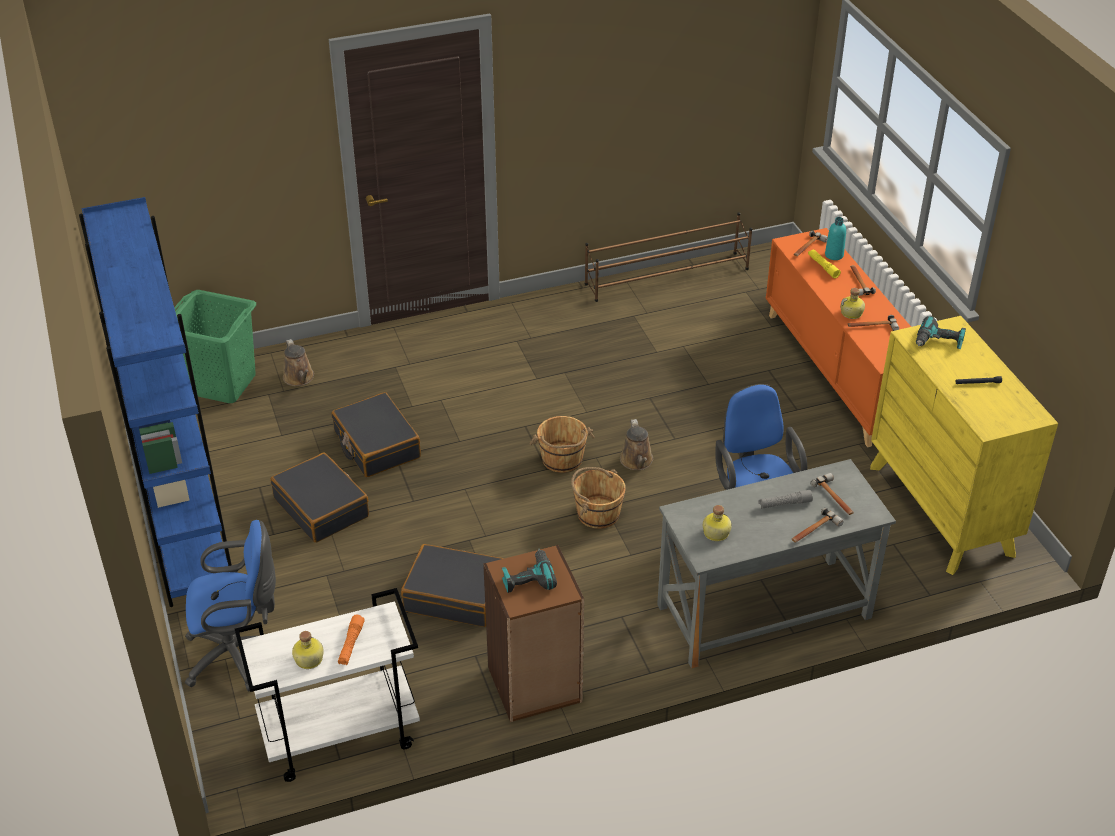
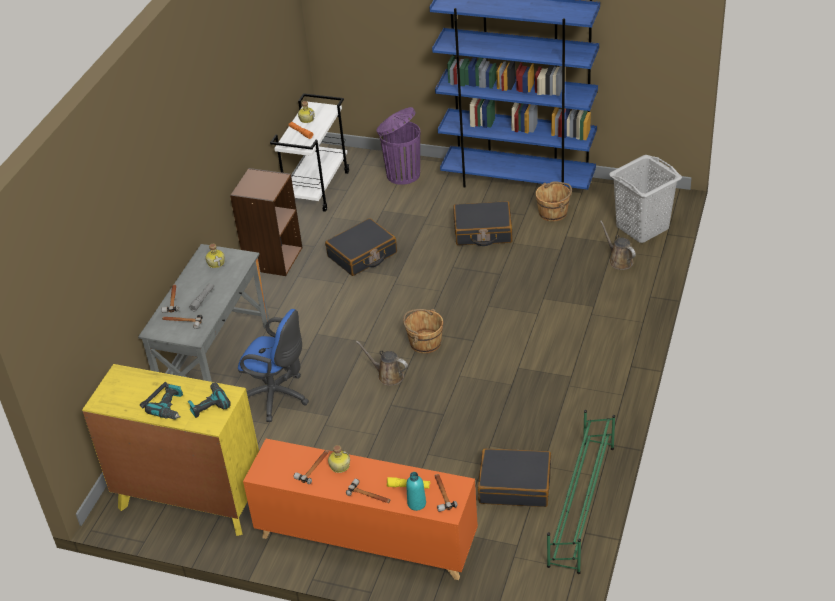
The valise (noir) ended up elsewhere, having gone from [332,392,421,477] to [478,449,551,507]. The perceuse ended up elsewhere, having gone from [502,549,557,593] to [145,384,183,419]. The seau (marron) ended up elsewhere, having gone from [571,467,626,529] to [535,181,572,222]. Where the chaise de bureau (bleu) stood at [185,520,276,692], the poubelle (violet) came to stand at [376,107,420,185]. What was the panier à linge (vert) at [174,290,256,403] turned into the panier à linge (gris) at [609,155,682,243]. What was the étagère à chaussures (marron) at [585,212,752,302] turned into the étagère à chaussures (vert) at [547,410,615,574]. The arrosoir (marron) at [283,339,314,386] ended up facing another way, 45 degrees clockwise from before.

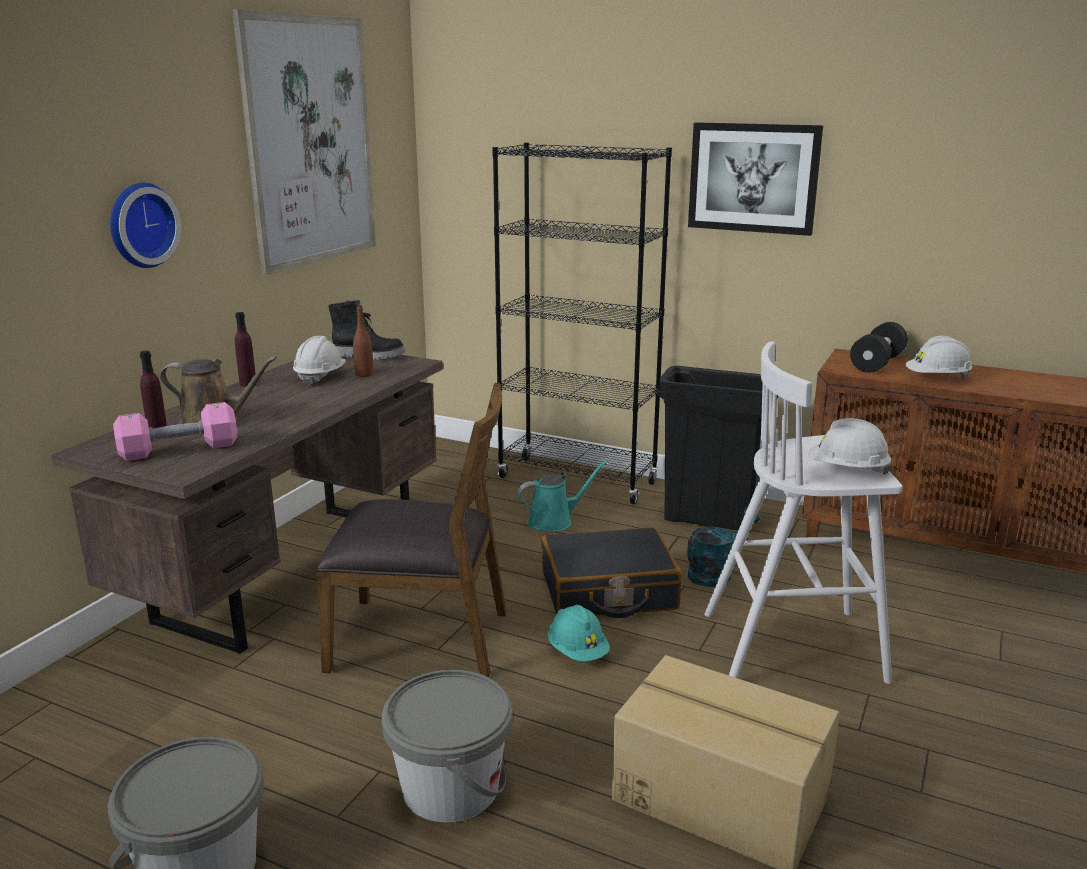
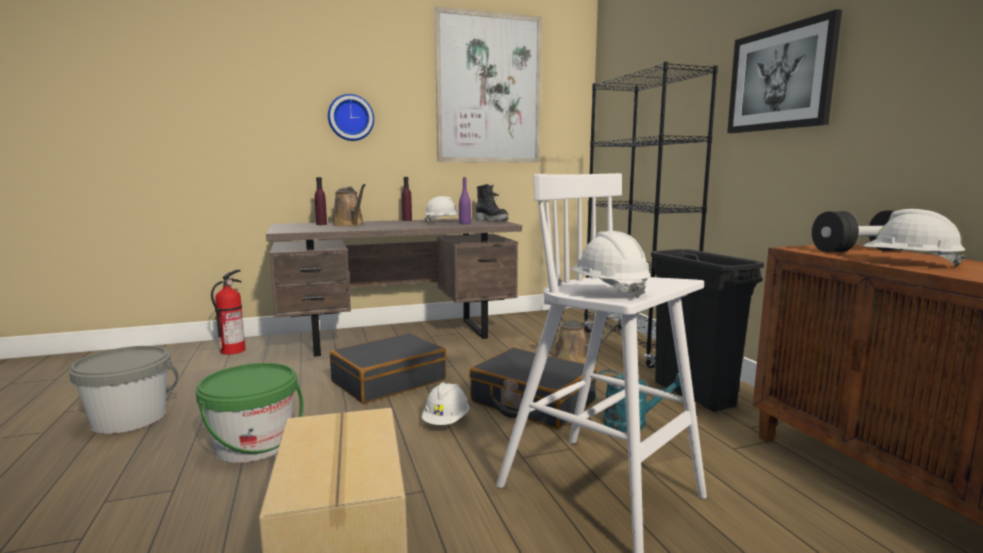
The second view lost the haltère (rose) at [113,402,237,461]. The second view gained the extincteur at [211,270,245,355]. Where the chaise (marron) stood at [316,383,506,677], the valise (noir) came to stand at [330,333,446,404]. What was the bouteille (marron) at [353,305,373,377] turned into the bouteille (violet) at [459,177,471,224]. What was the seau (gris) at [382,670,513,823] turned into the seau (vert) at [196,363,304,463]. What was the arrosoir (turquoise) at [517,461,608,531] turned into the arrosoir (marron) at [554,320,621,364]. What was the casque de chantier (turquoise) at [548,605,610,661] turned into the casque de chantier (blanc) at [422,382,469,425].

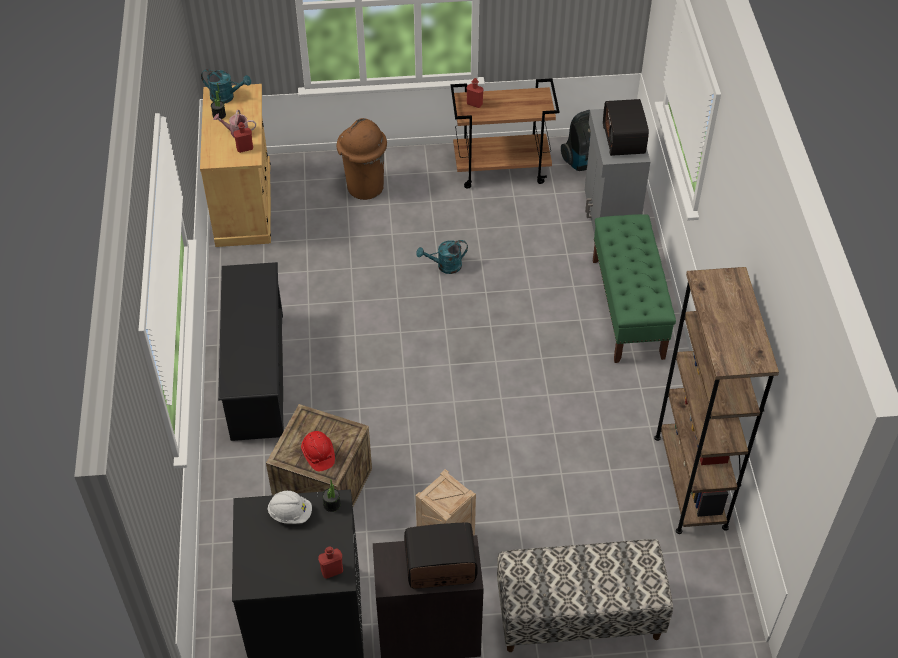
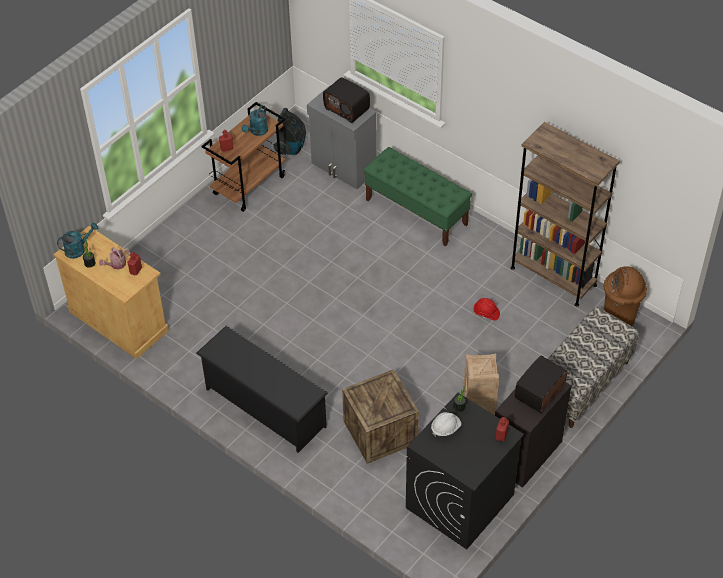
The casque de chantier (rouge) ended up elsewhere, having gone from [301,431,335,471] to [473,298,500,321]. The poubelle (marron) ended up elsewhere, having gone from [337,118,387,200] to [604,267,647,326]. The arrosoir (turquoise) ended up elsewhere, having gone from [416,240,468,274] to [242,105,268,136].

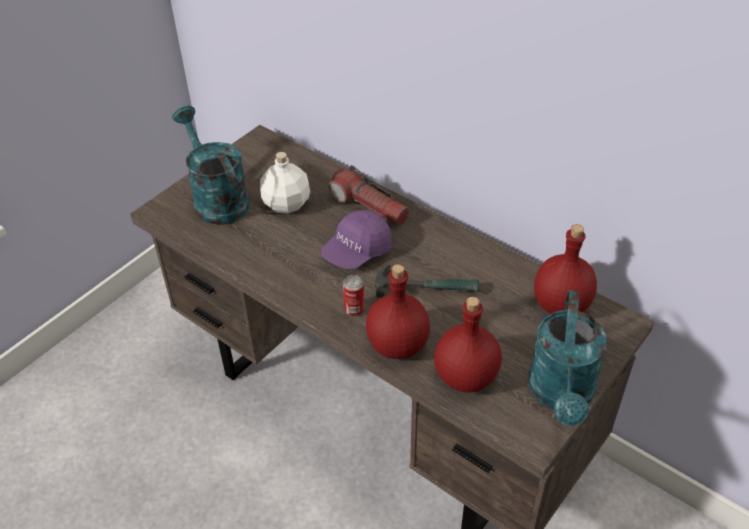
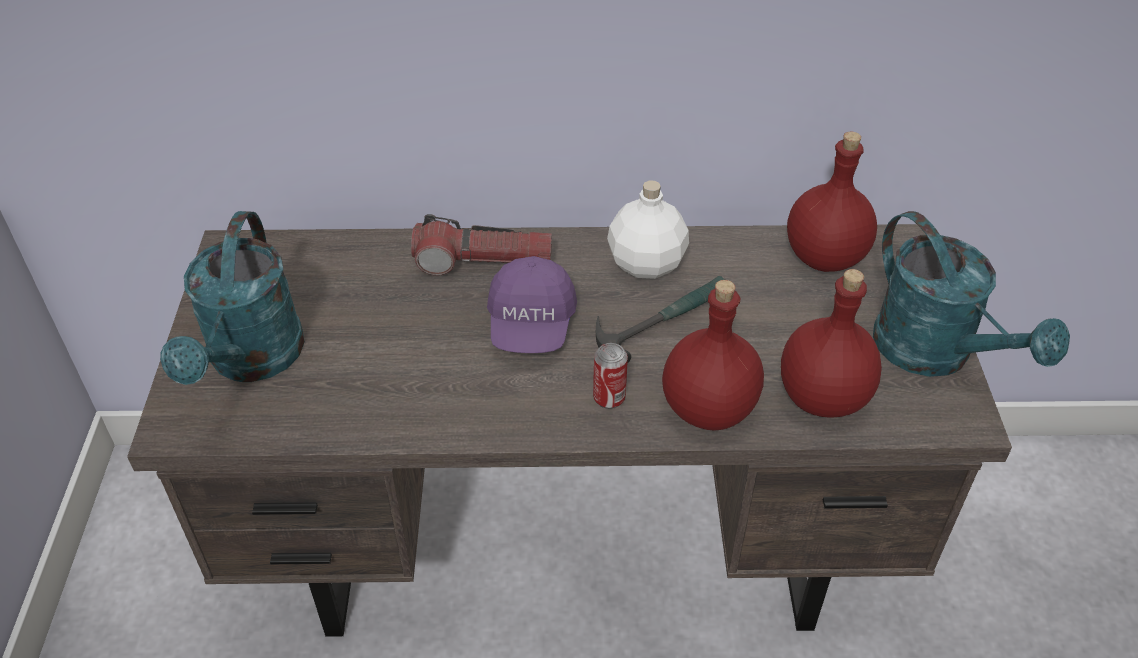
The bouteille (blanc) ended up elsewhere, having gone from [260,152,310,213] to [607,180,689,279]. The arrosoir (turquoise) at [172,106,249,225] ended up facing another way, 105 degrees counterclockwise from before.

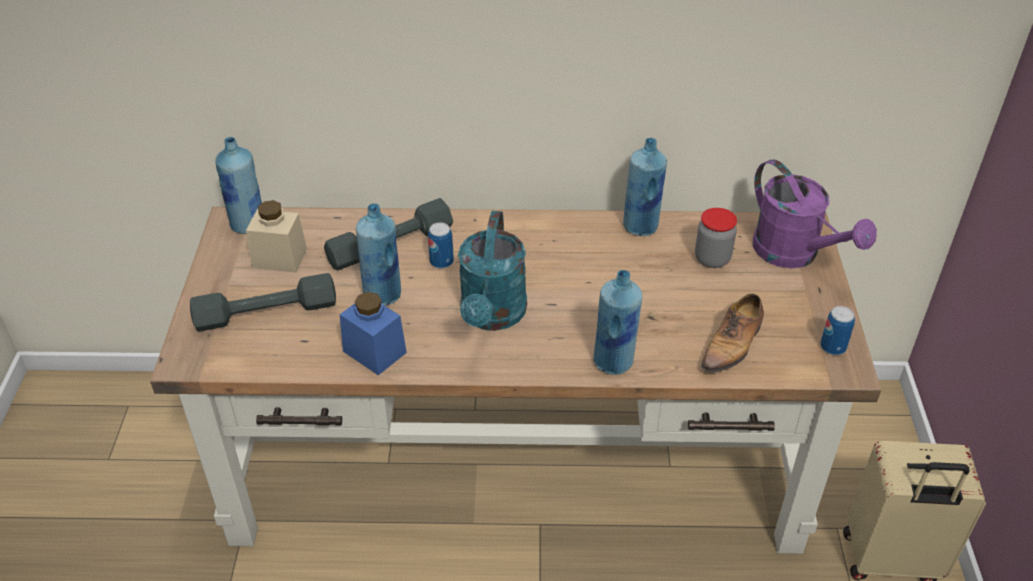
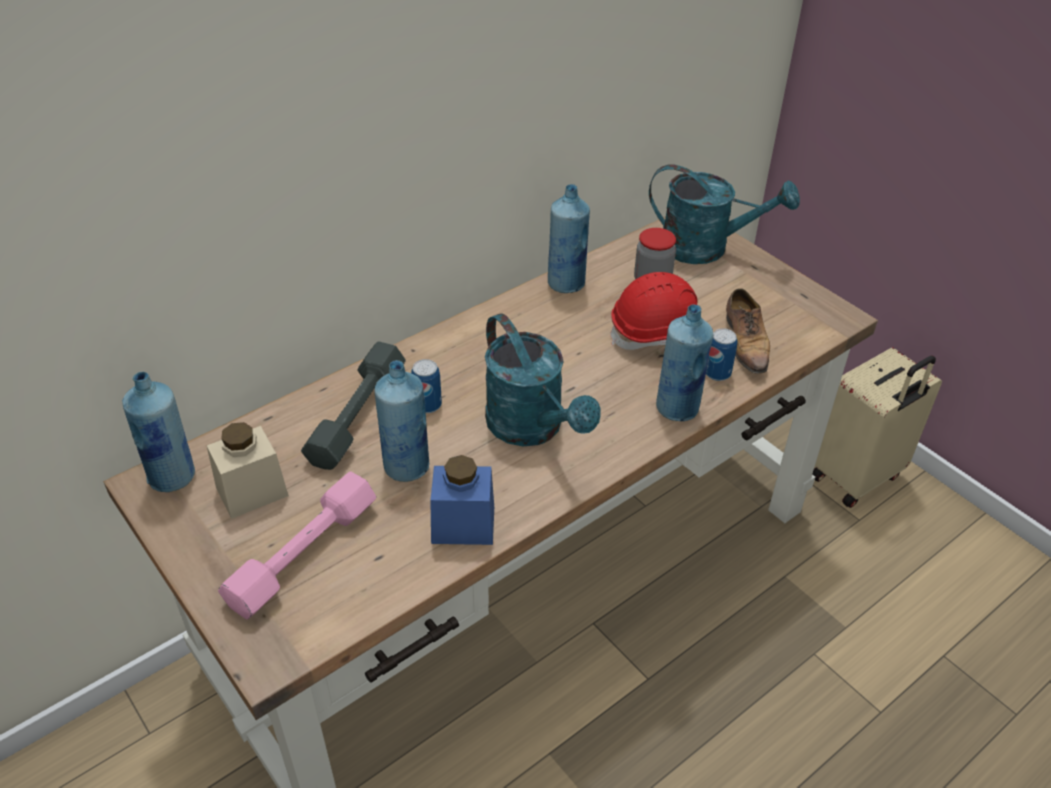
The second view gained the casque de chantier (rouge) at [610,272,697,350]. The boîte métallique ended up elsewhere, having gone from [820,306,855,355] to [706,328,737,381]. What was the haltère (gris) at [190,273,336,331] turned into the haltère (rose) at [218,471,377,619]. What was the arrosoir (violet) at [753,159,877,268] turned into the arrosoir (turquoise) at [649,164,800,264].

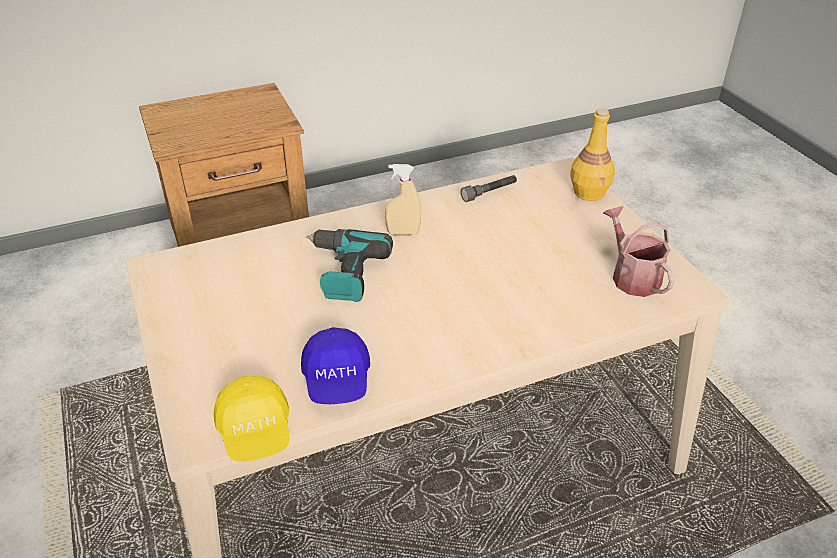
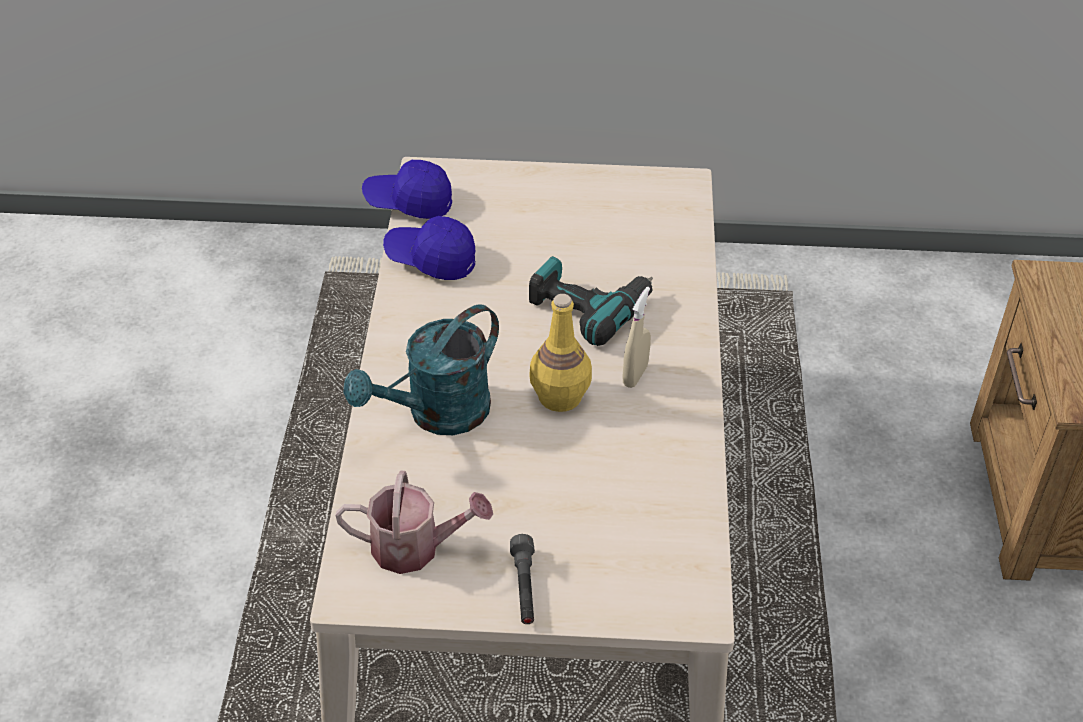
The second view gained the arrosoir (turquoise) at [344,305,499,435]. The lampe de poche (gris) ended up elsewhere, having gone from [460,175,517,202] to [510,534,535,624]. The bouteille (jaune) ended up elsewhere, having gone from [570,108,615,201] to [529,294,592,412]. What was the casquette (jaune) at [214,376,290,462] turned into the casquette (bleu) at [362,160,452,219].

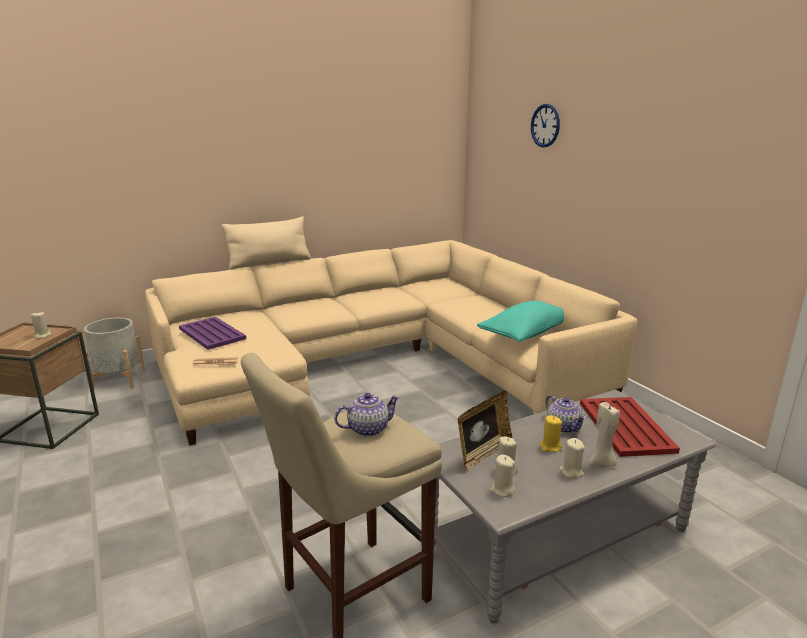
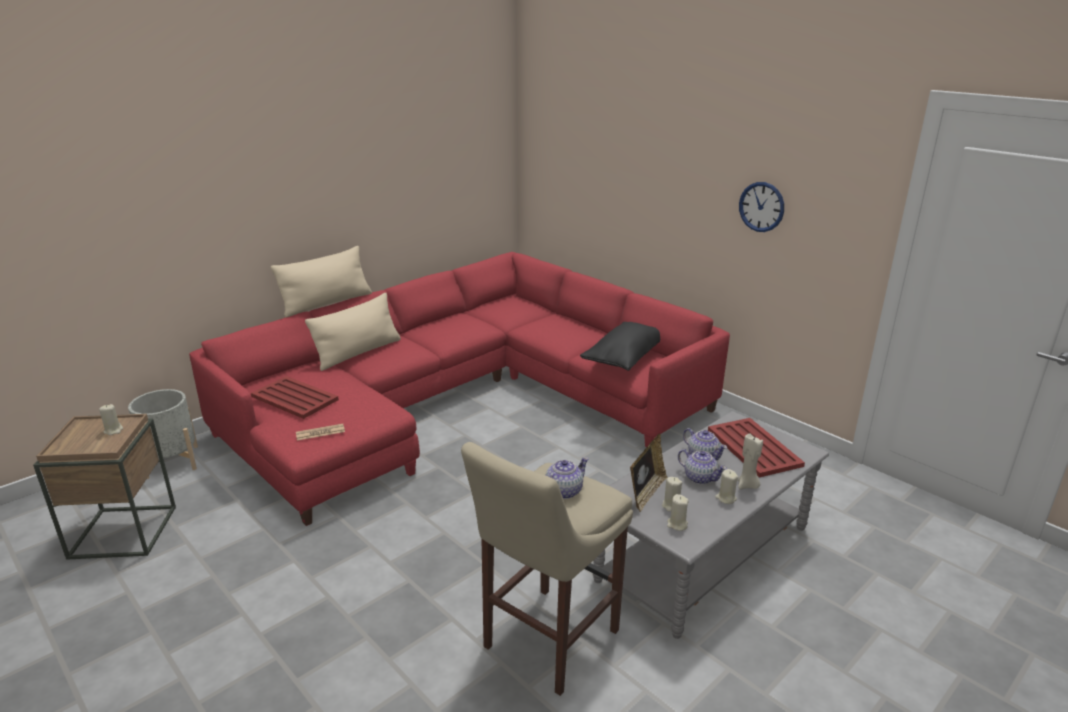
The second view gained the coussin (beige) at [305,293,401,371]. The horloge murale ended up elsewhere, having gone from [531,104,560,147] to [739,182,784,232]. Where the bougie (jaune) stood at [540,416,562,452], the théière came to stand at [678,449,727,484]. What was the canapé (beige) at [145,240,637,446] turned into the canapé (rouge) at [189,252,730,526]. What was the plateau (violet) at [179,317,246,350] turned into the plateau (rouge) at [251,376,339,419]. What was the coussin (turquoise) at [477,301,564,342] turned into the coussin (noir) at [580,322,660,371].

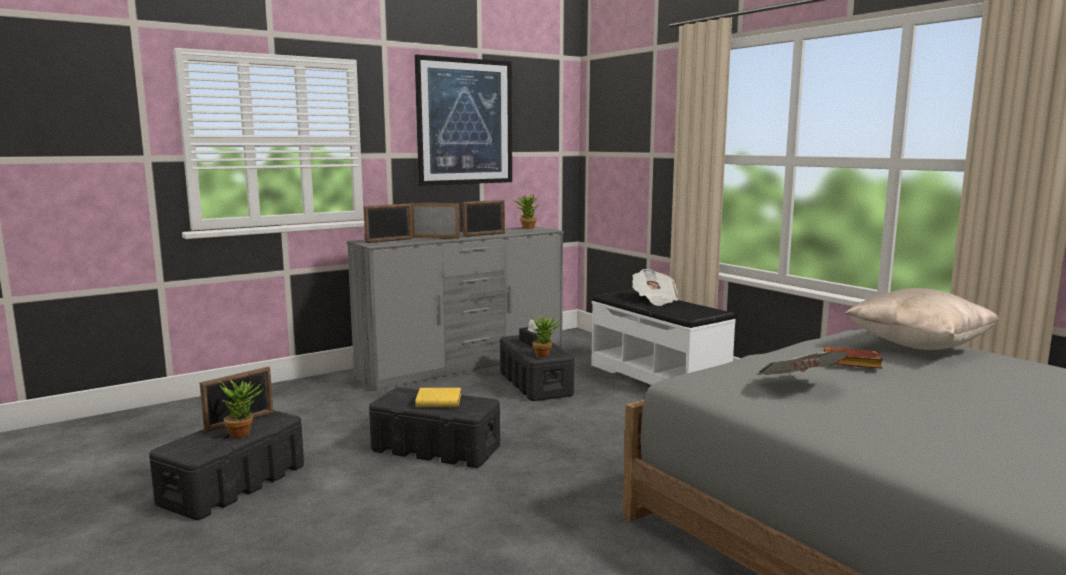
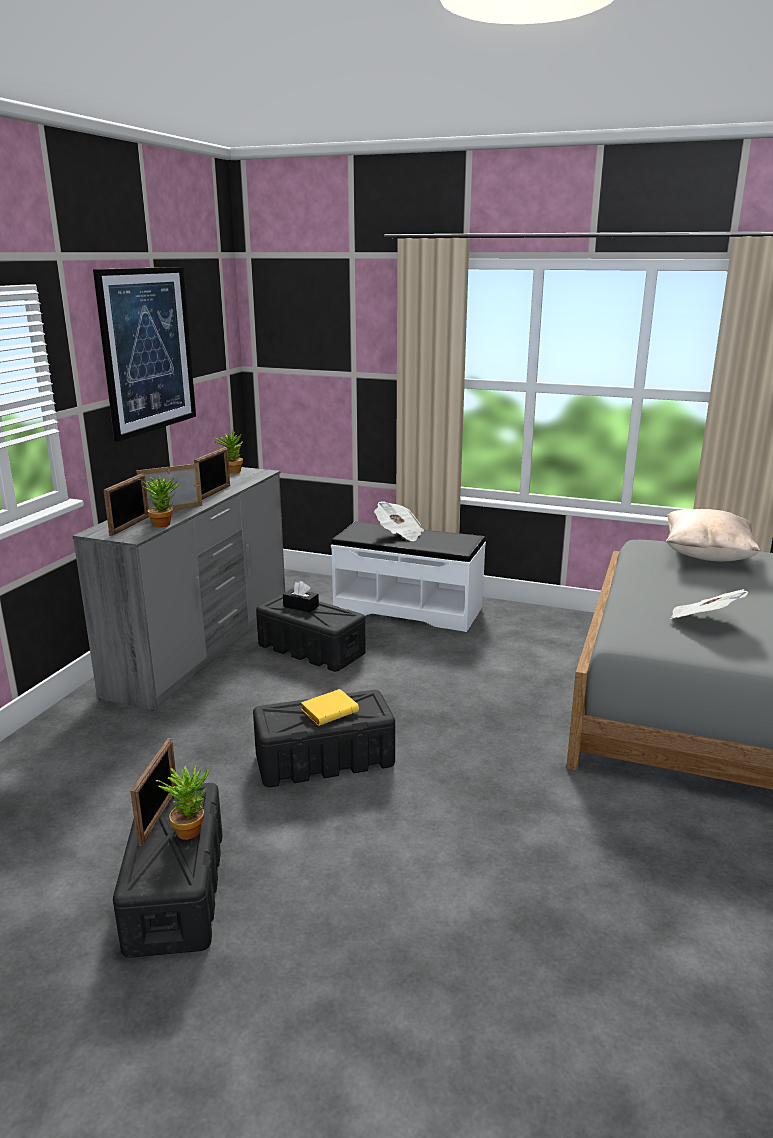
The second view lost the livre (marron) at [824,347,883,369]. The plante en pot ended up elsewhere, having gone from [532,315,560,357] to [139,476,180,528].

